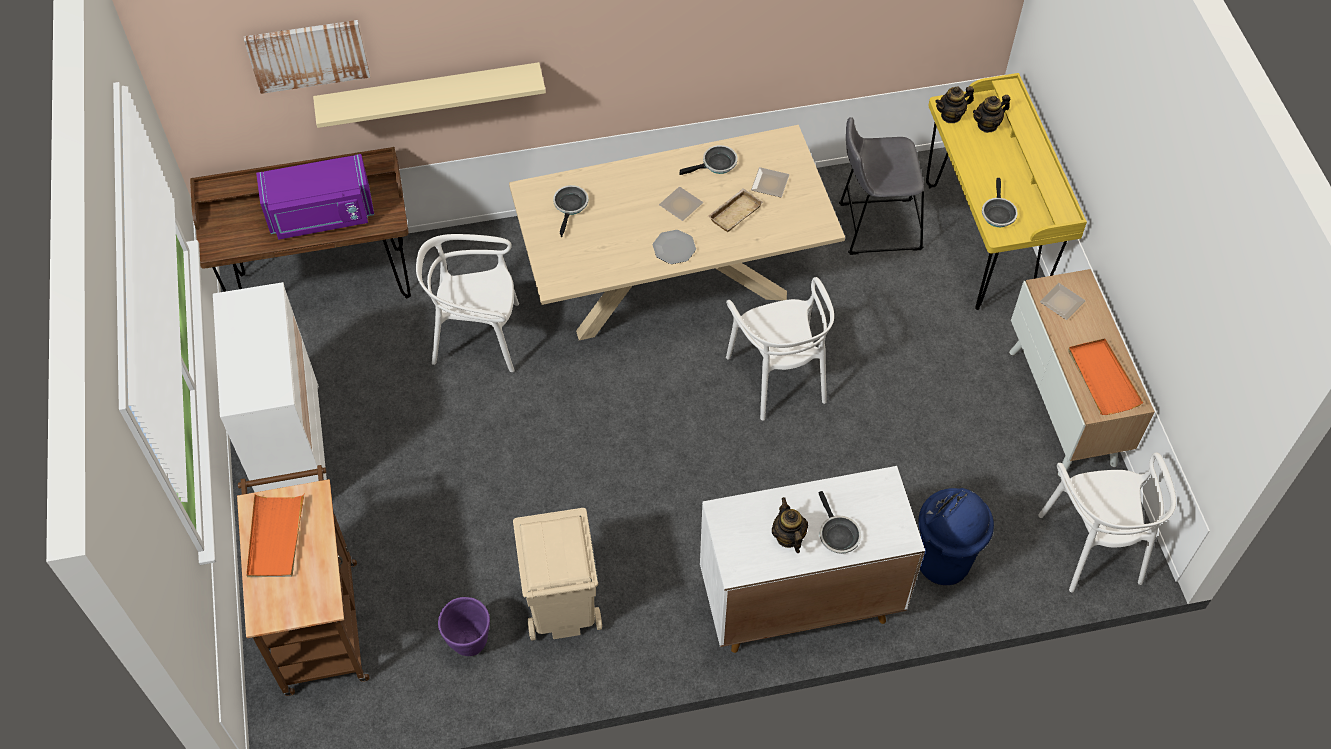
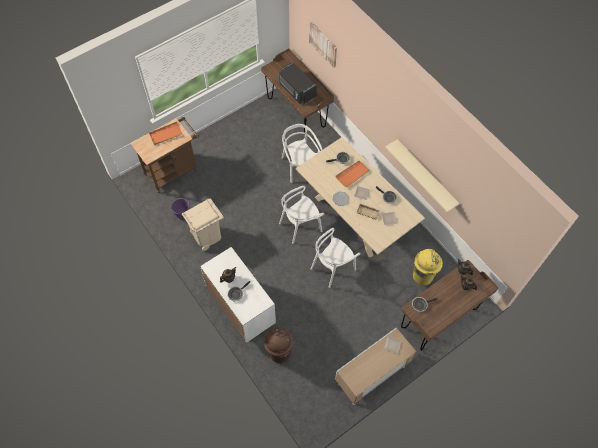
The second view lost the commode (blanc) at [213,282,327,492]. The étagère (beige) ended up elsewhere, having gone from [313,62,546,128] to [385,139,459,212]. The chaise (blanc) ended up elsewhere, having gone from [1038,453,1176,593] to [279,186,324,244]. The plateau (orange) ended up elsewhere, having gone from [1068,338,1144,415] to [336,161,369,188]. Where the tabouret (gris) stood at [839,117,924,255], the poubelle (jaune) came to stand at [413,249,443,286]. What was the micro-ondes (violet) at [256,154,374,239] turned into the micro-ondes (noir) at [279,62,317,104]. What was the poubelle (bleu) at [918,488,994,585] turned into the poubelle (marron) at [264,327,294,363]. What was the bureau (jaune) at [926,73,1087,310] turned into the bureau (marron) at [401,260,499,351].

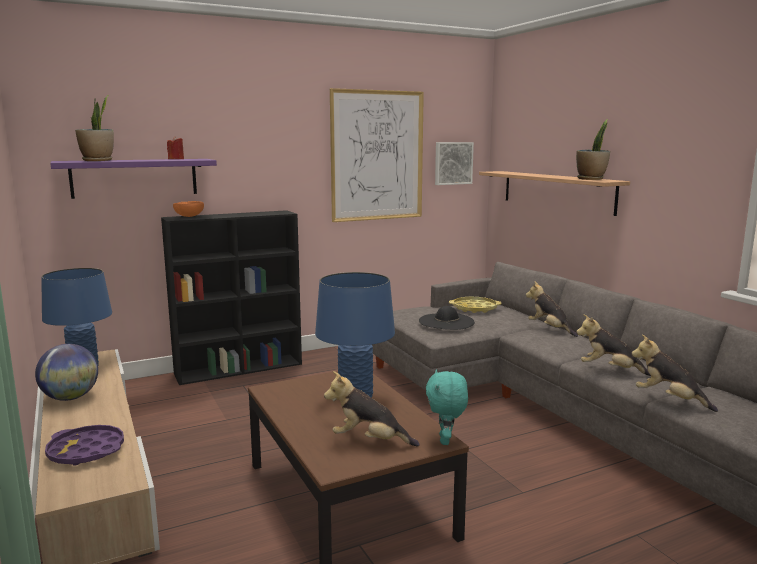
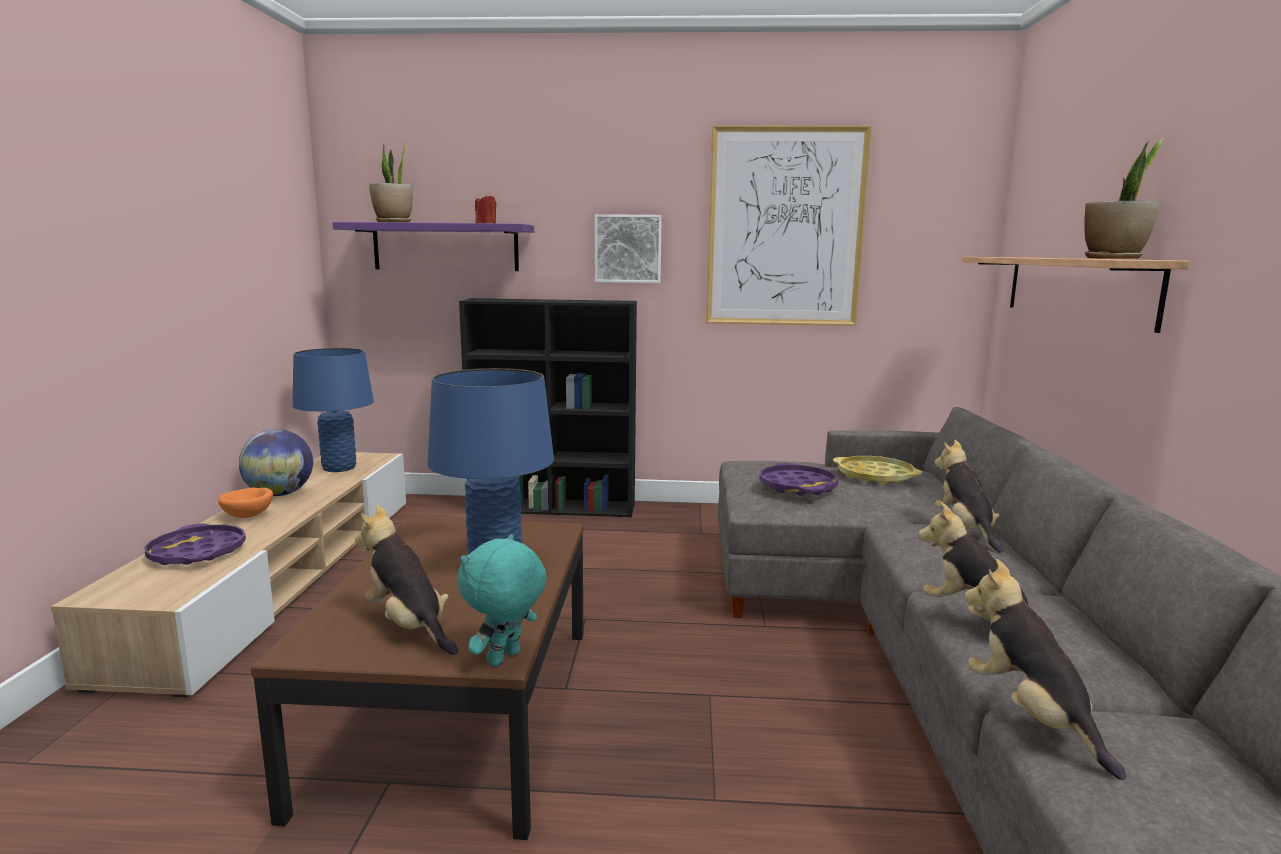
The bol (orange) ended up elsewhere, having gone from [173,201,204,217] to [218,488,273,518]. The tableau ended up elsewhere, having gone from [435,142,474,185] to [595,214,662,283]. Where the chapeau (noir) stood at [419,306,475,330], the plateau (violet) came to stand at [759,463,838,496].

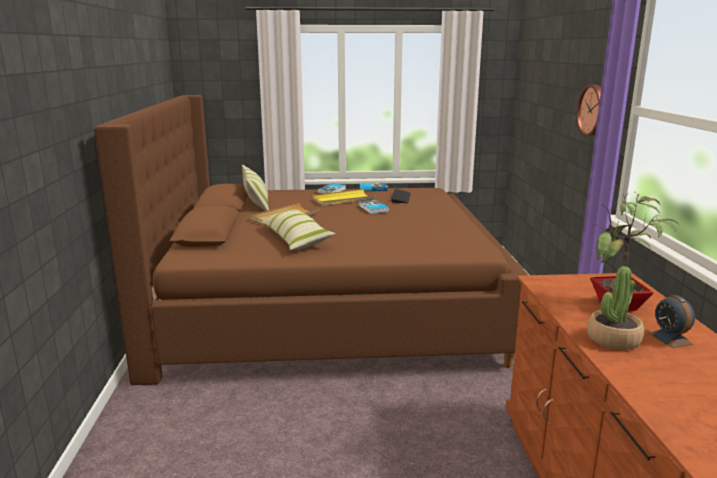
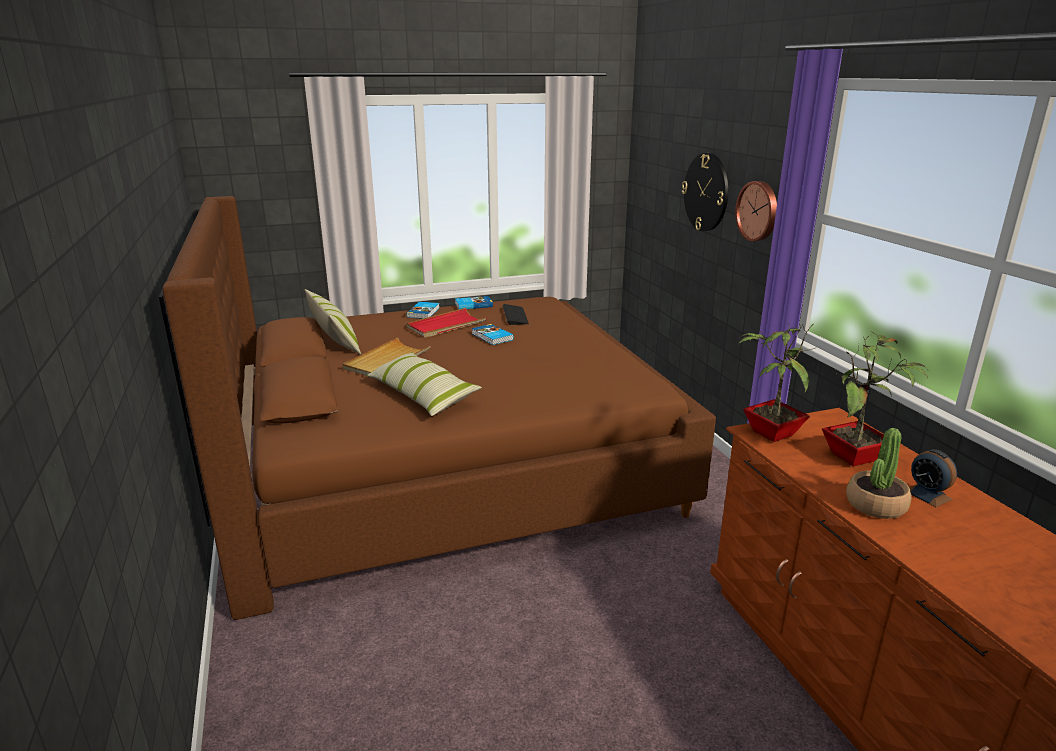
The second view gained the horloge murale at [682,153,728,231]. The second view gained the plante en pot at [738,321,817,442]. What was the plateau (jaune) at [313,189,375,206] turned into the plateau (rouge) at [406,308,487,338].

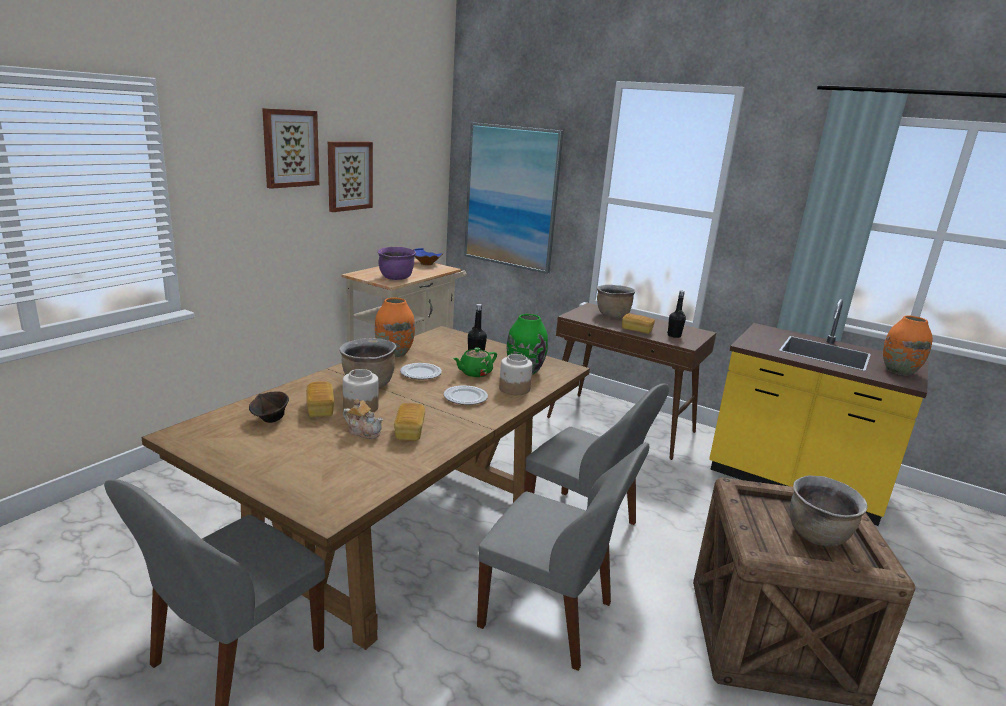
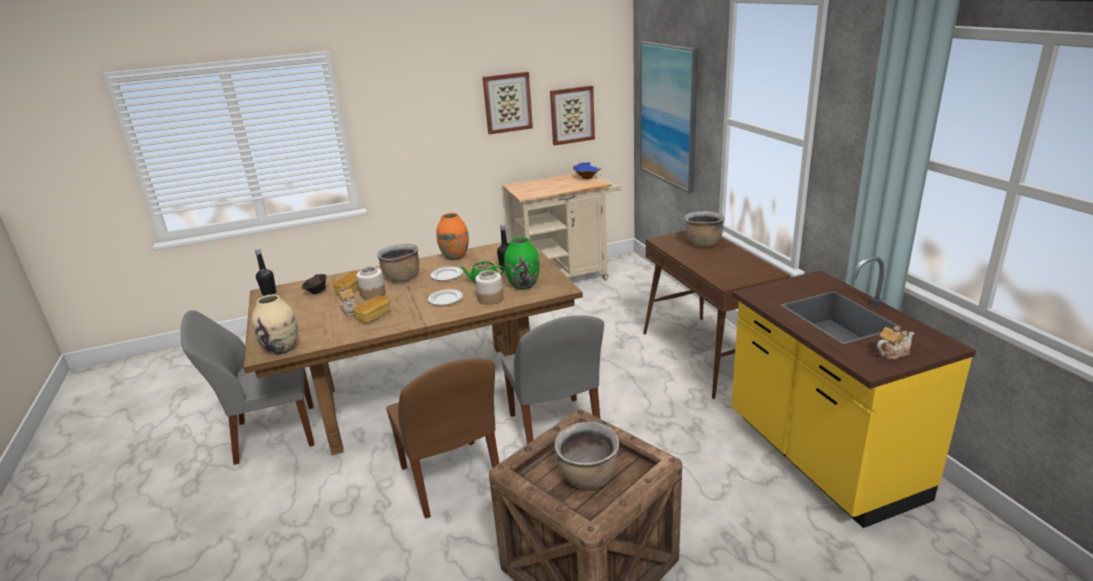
The second view lost the marmite (violet) at [378,247,416,280]. The second view lost the pain at [622,313,655,334]. The second view gained the vase (beige) at [252,294,298,355]. The tableau ended up elsewhere, having gone from [262,108,319,189] to [550,86,595,145]. The bouteille (noir) ended up elsewhere, having gone from [667,291,686,338] to [255,249,276,296]. Where the vase (orange) stood at [883,316,933,375], the théière came to stand at [876,326,914,360]. What was the chaise (gris) at [477,443,649,671] turned into the chaise (marron) at [386,358,499,519].

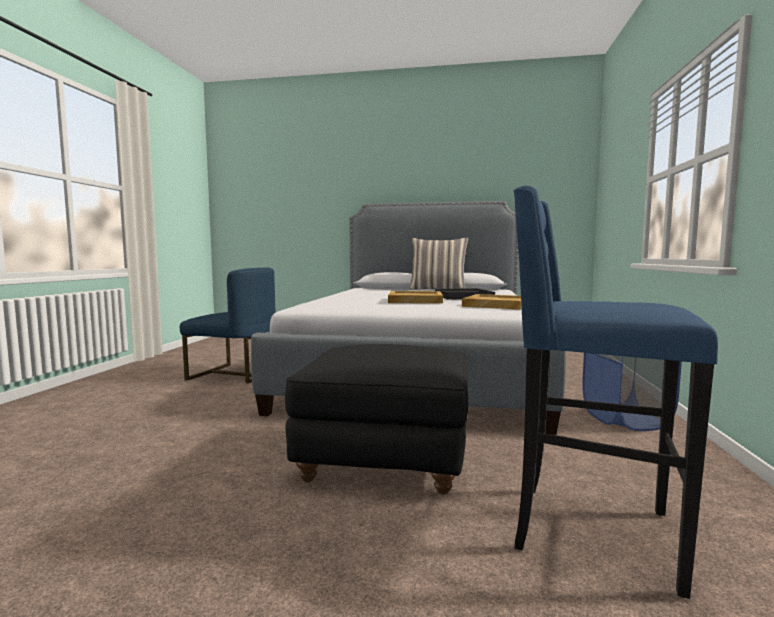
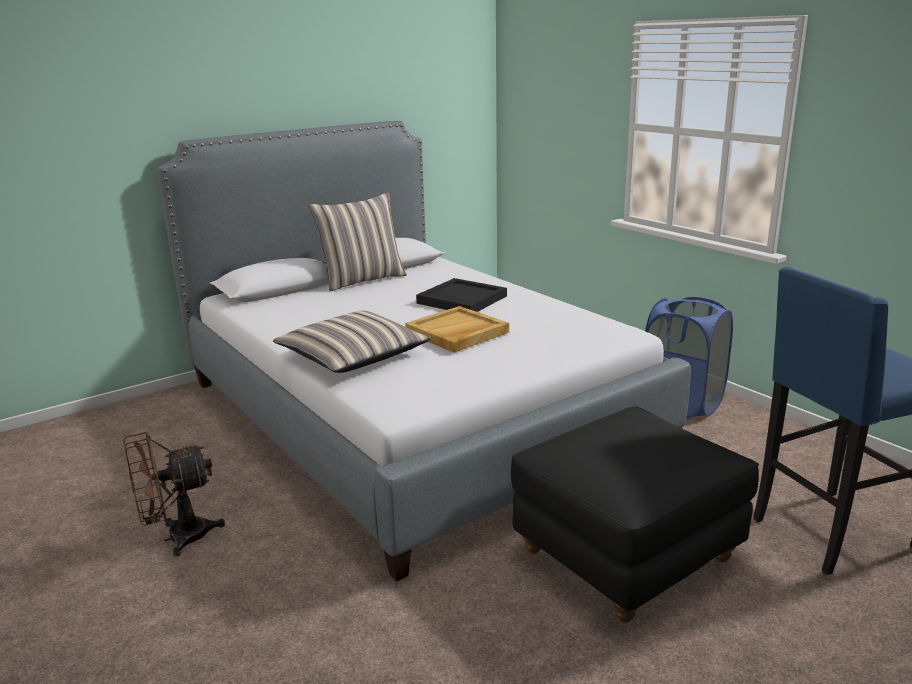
The second view lost the plateau (beige) at [462,294,522,310]. The second view gained the coussin at [273,311,431,373]. Where the chaise (bleu) stood at [180,268,276,383], the ventilateur (marron) came to stand at [123,432,225,557].

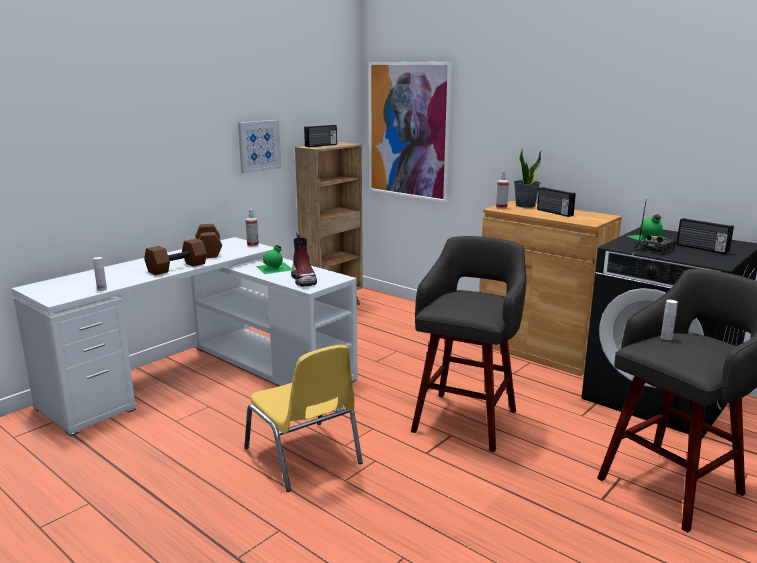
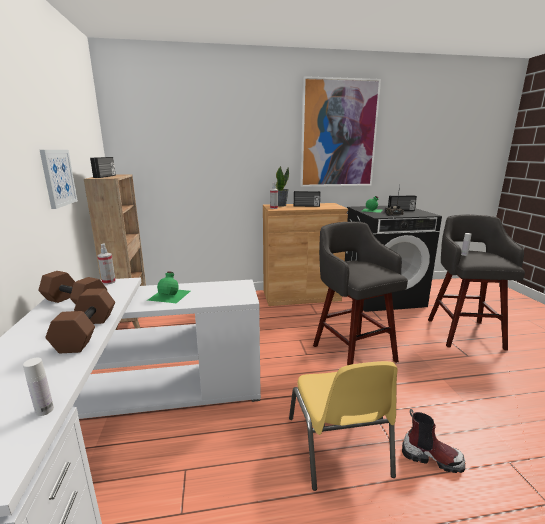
The botte ended up elsewhere, having gone from [291,232,317,287] to [402,409,465,473]. The tableau ended up elsewhere, having gone from [369,61,452,202] to [300,76,381,187]. The chaise (jaune) at [244,345,363,492] ended up facing another way, 75 degrees clockwise from before.

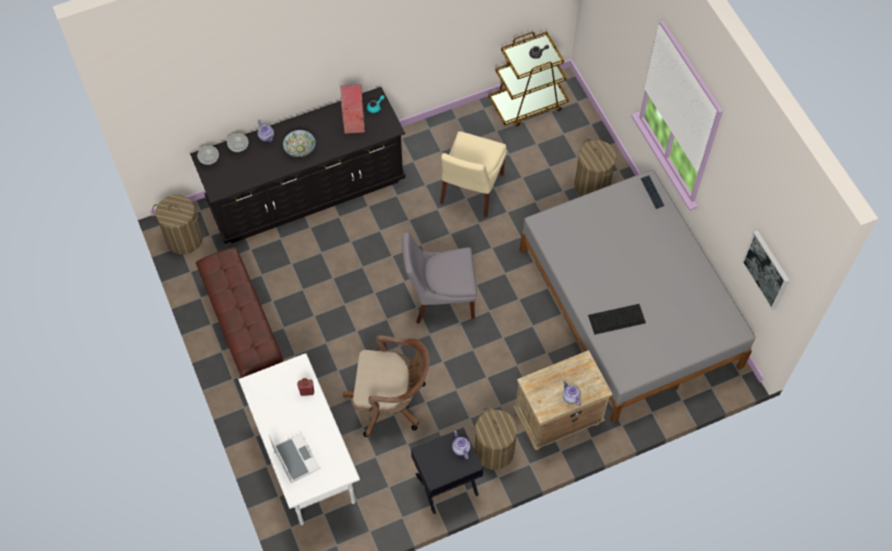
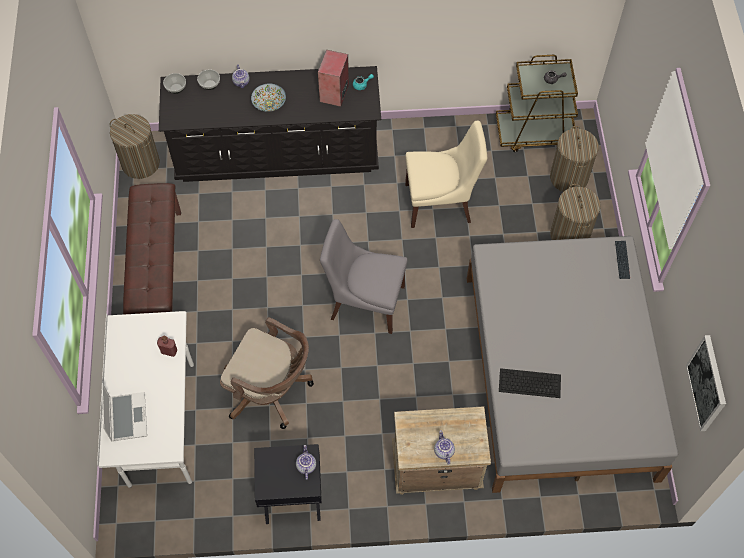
The panier à linge ended up elsewhere, having gone from [474,407,517,470] to [550,126,599,192]. The chaise (beige) at [440,131,507,218] ended up facing another way, 135 degrees counterclockwise from before.

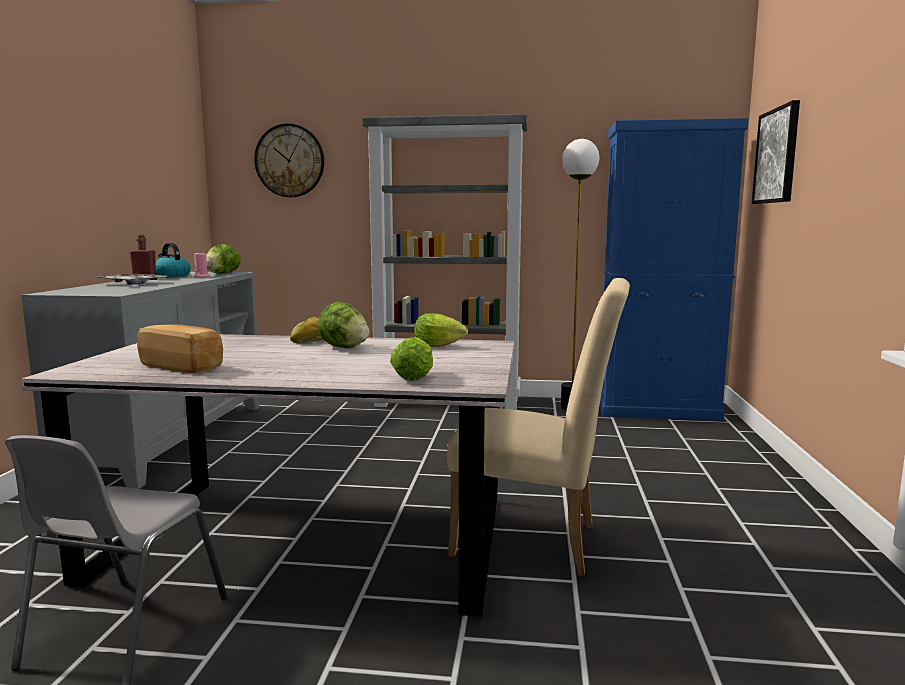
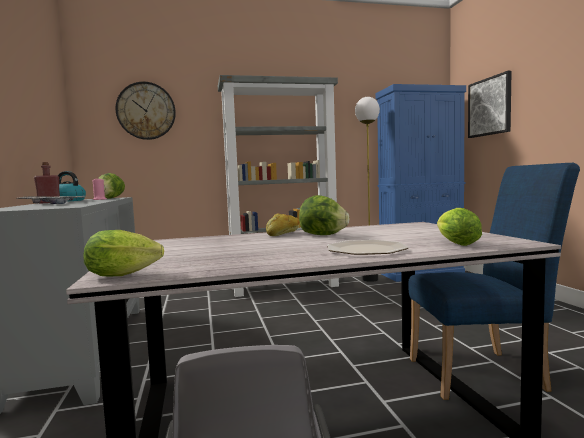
The second view lost the pain at [137,324,223,373]. The second view gained the assiette at [327,240,409,255]. The laitue ended up elsewhere, having gone from [414,313,468,347] to [84,230,164,276]. What was the chaise (beige) at [447,278,630,576] turned into the chaise (bleu) at [409,163,580,400].

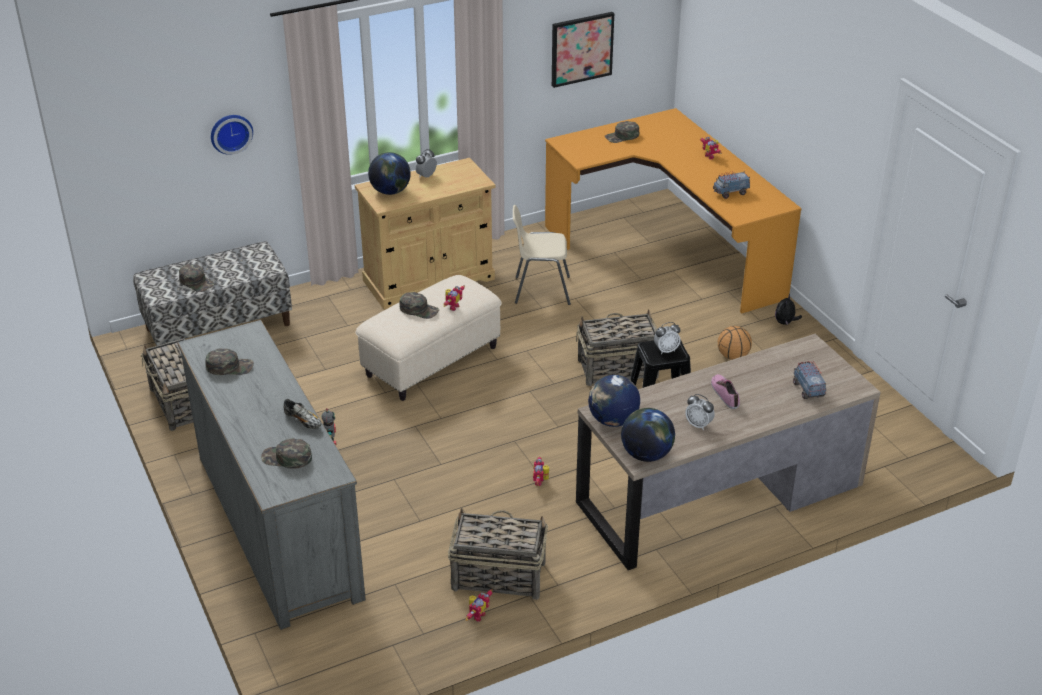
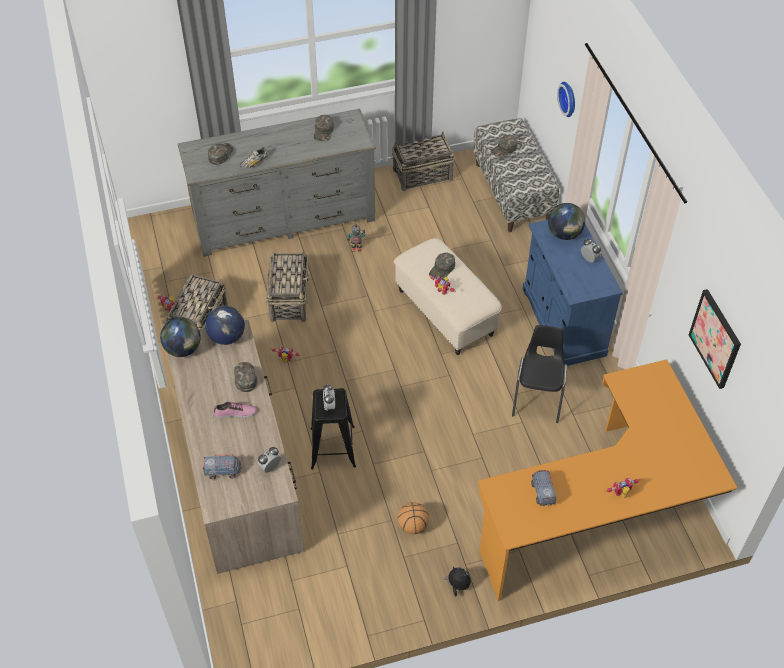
The panier ended up elsewhere, having gone from [576,310,659,386] to [266,250,310,322]. The casquette (vert) ended up elsewhere, having gone from [605,121,639,143] to [234,362,257,392]. The réveil ended up elsewhere, having gone from [685,394,715,430] to [258,447,281,473]. What was the meuble de rangement (beige) at [355,158,496,310] turned into the meuble de rangement (bleu) at [522,220,623,366]. What was the chaise (beige) at [513,205,571,305] turned into the chaise (noir) at [512,325,567,423].

